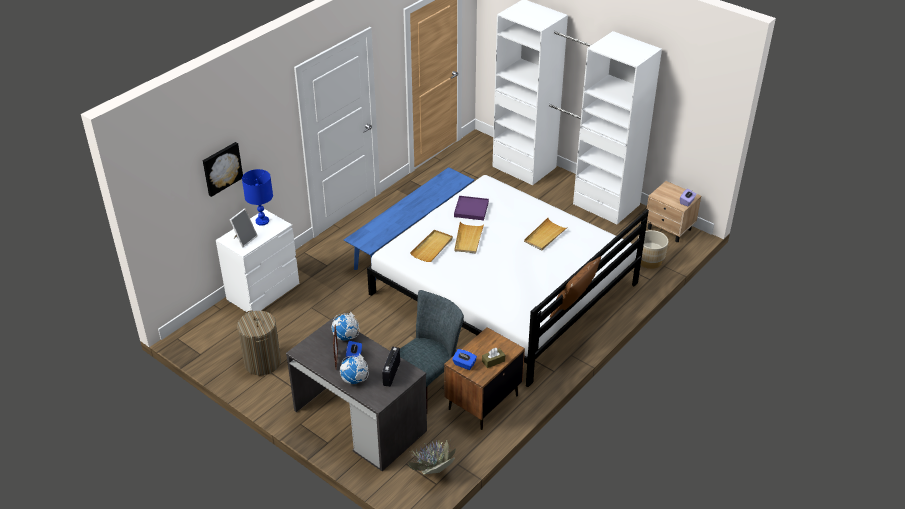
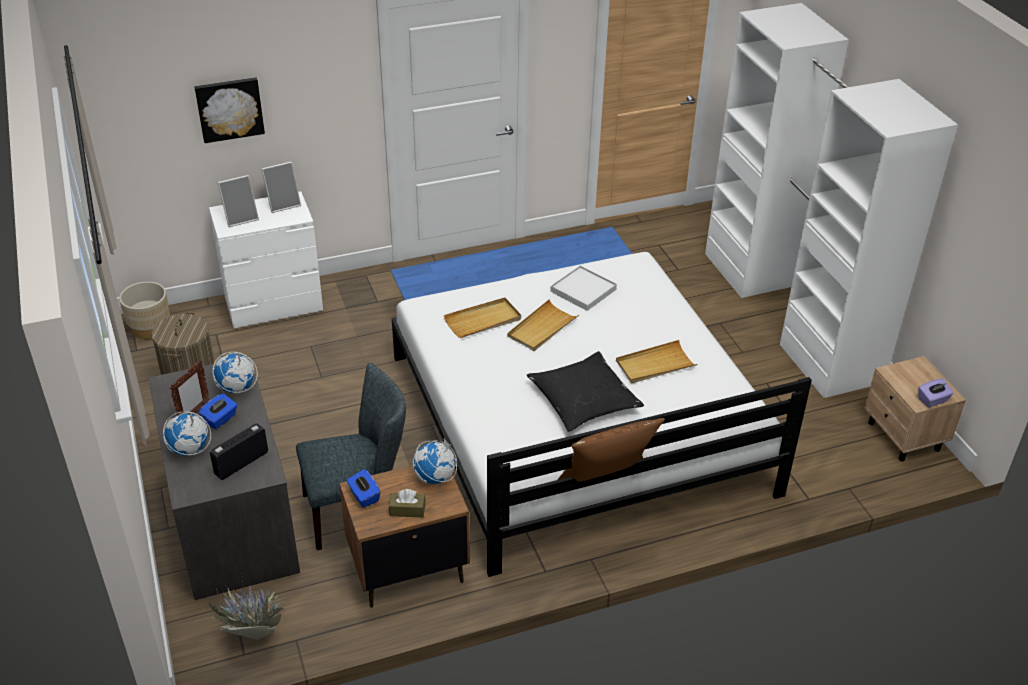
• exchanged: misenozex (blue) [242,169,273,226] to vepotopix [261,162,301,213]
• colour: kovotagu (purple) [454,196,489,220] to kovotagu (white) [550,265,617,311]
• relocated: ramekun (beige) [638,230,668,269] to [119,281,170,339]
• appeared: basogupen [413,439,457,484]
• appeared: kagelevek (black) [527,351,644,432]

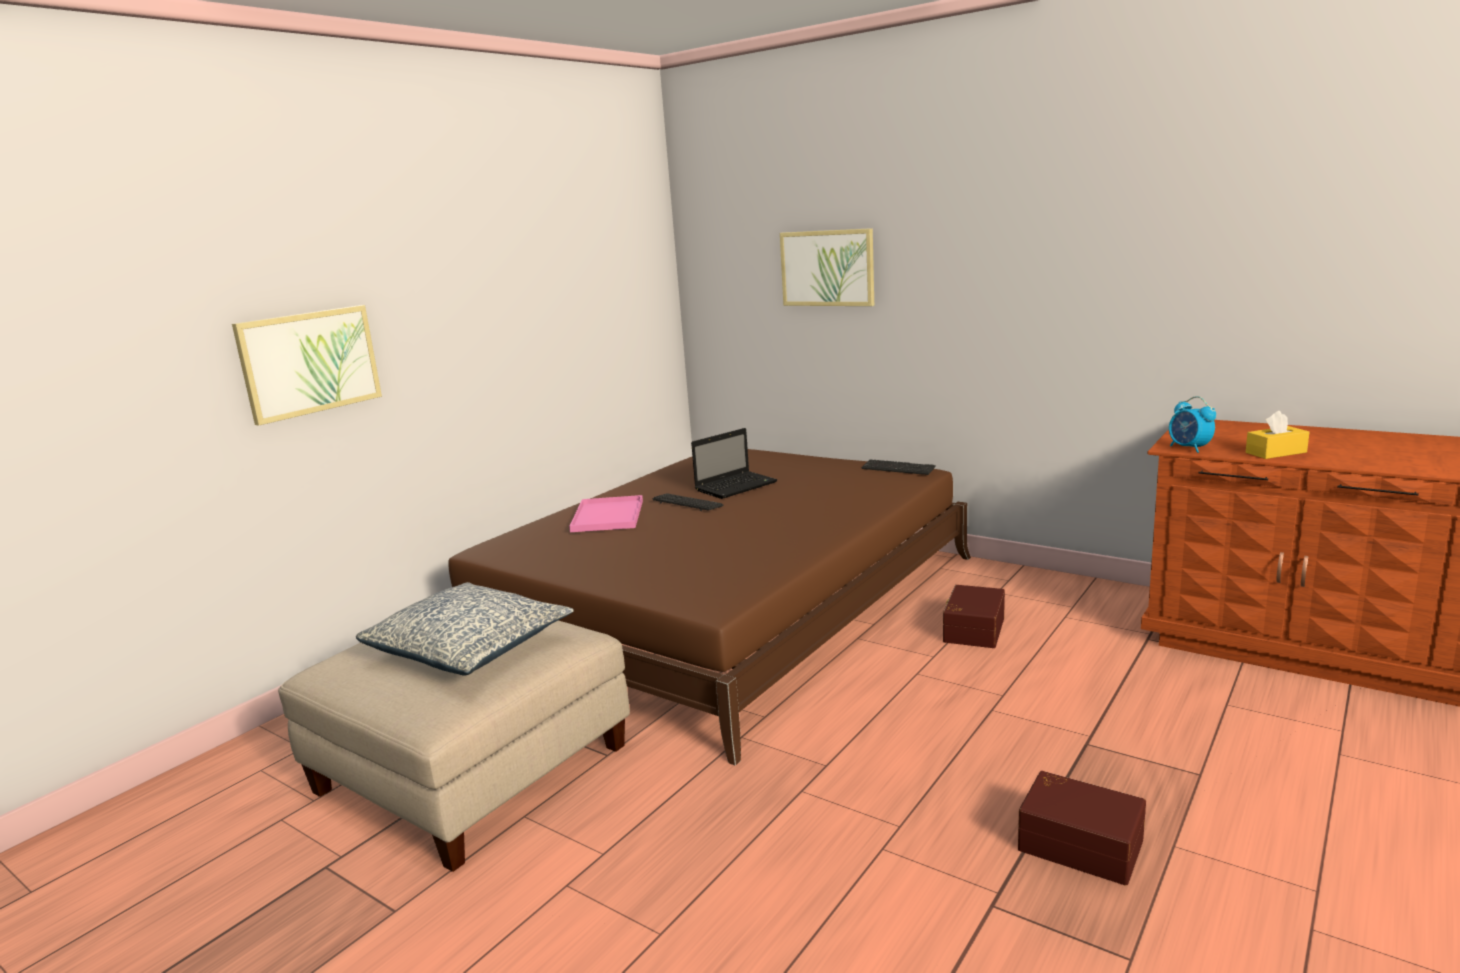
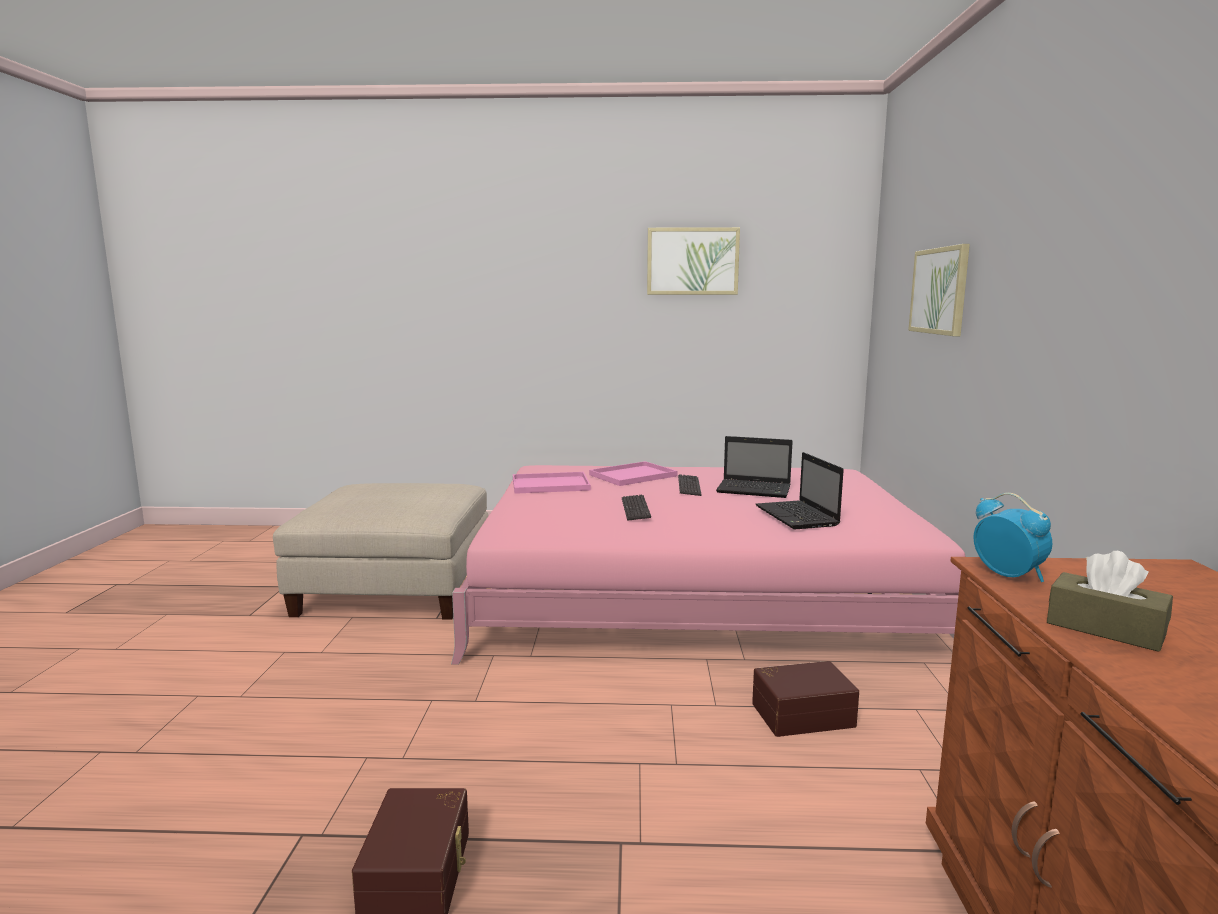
• relocated: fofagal [232,305,382,426] to [647,227,740,295]
• missing: kagelevek [356,582,574,676]
• colour: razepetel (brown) [448,449,971,765] to razepetel (pink) [451,465,965,665]
• relocated: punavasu [862,459,936,475] to [622,494,651,520]
• spun: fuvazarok [1169,396,1216,453] = [973,493,1052,582] 120 degrees clockwise
• colour: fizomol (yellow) [1245,411,1309,459] to fizomol (brown) [1047,551,1173,652]
• appeared: kovotagu (pink) [513,472,591,494]
• appeared: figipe [755,452,844,529]

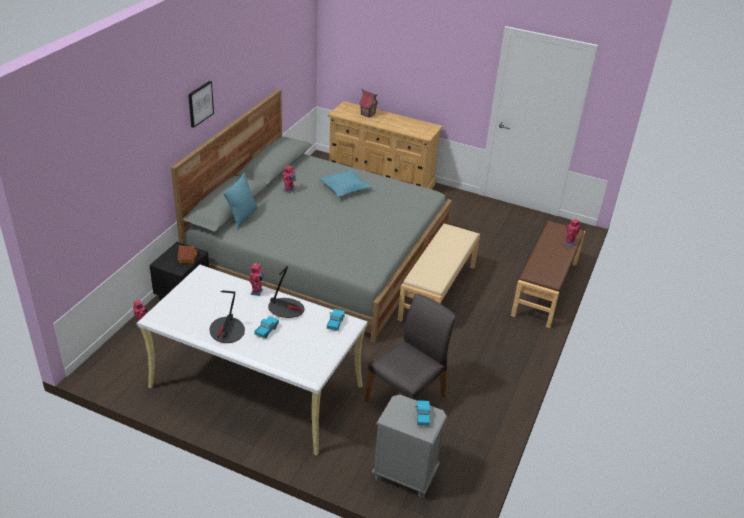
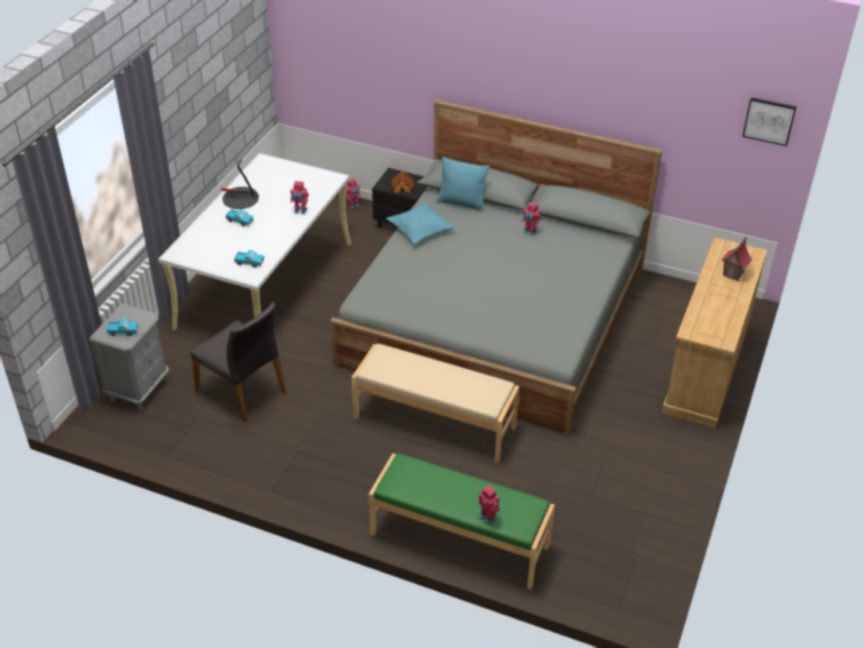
• relocated: fofagal [188,81,214,128] to [742,97,796,146]
• missing: misenozex [268,266,304,318]
• relocated: kagelevek (turquoise) [319,169,372,197] to [386,202,455,245]
• colour: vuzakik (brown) [511,221,585,328] to vuzakik (green) [369,453,555,590]

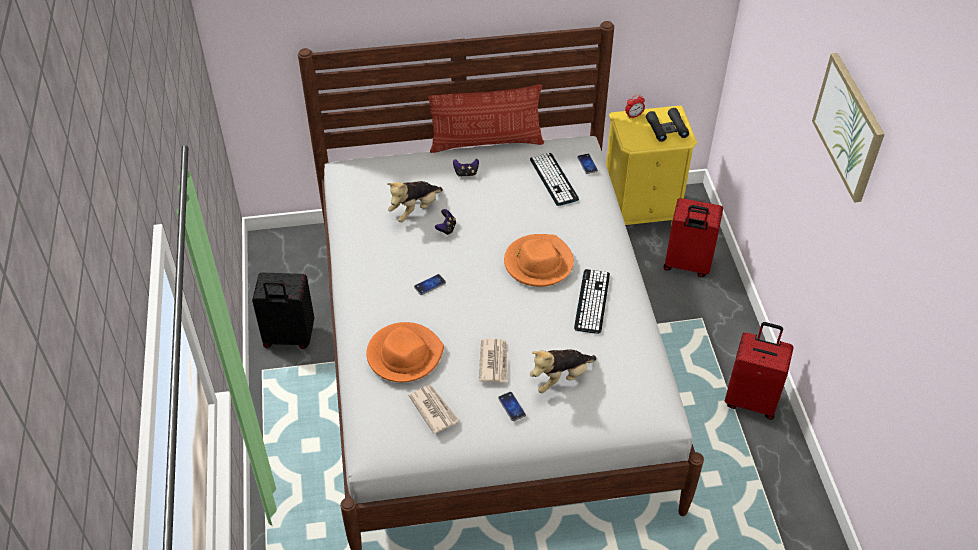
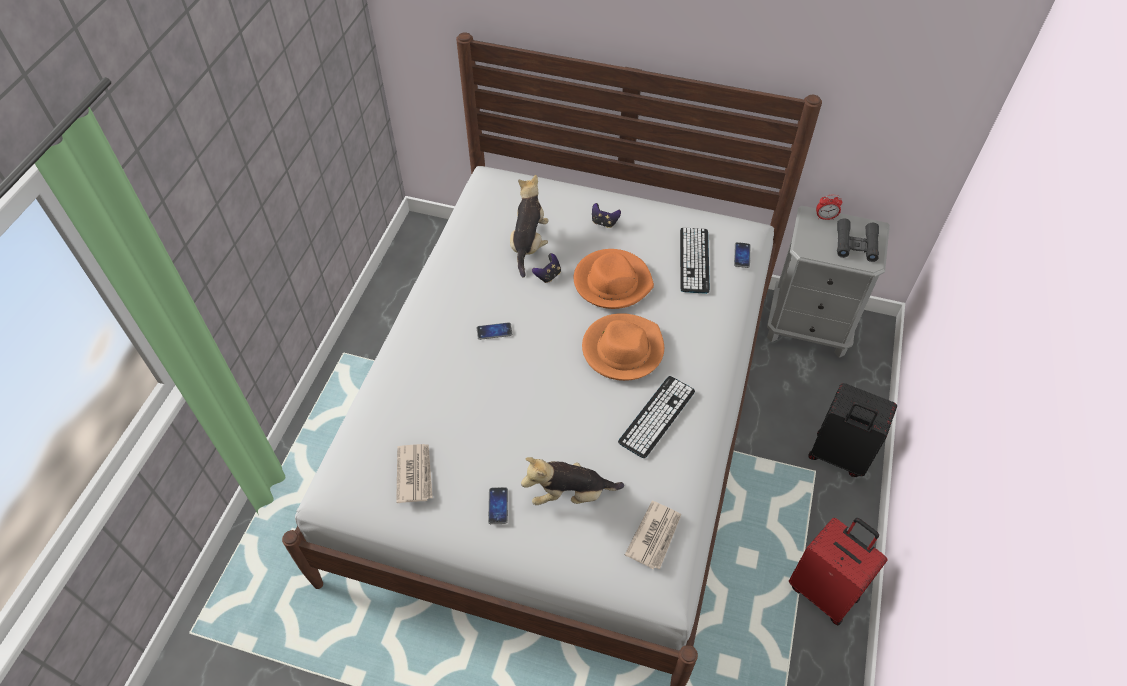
• relocated: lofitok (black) [252,272,314,349] to [808,383,897,477]
• relocated: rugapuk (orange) [366,322,444,382] to [574,249,654,309]
• spun: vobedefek [387,181,443,222] = [510,175,549,278] 120 degrees clockwise
• missing: kagelevek [428,84,544,153]
• relocated: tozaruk [479,339,508,383] to [625,501,681,570]
• colour: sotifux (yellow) [606,106,697,226] to sotifux (grey) [767,206,890,358]
• missing: lofitok (red) [664,198,723,277]
• missing: fofagal [812,53,885,203]

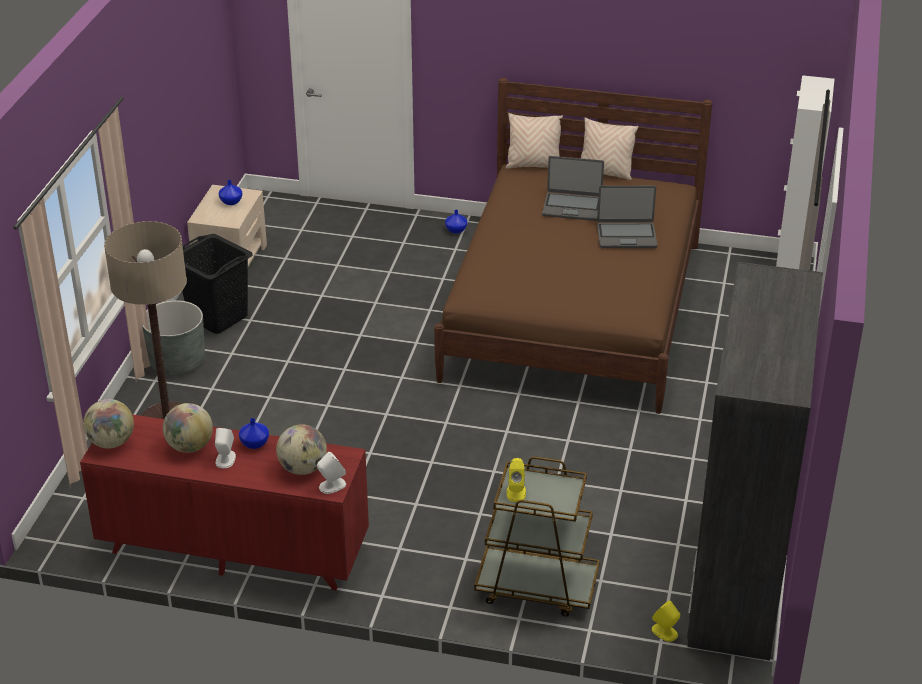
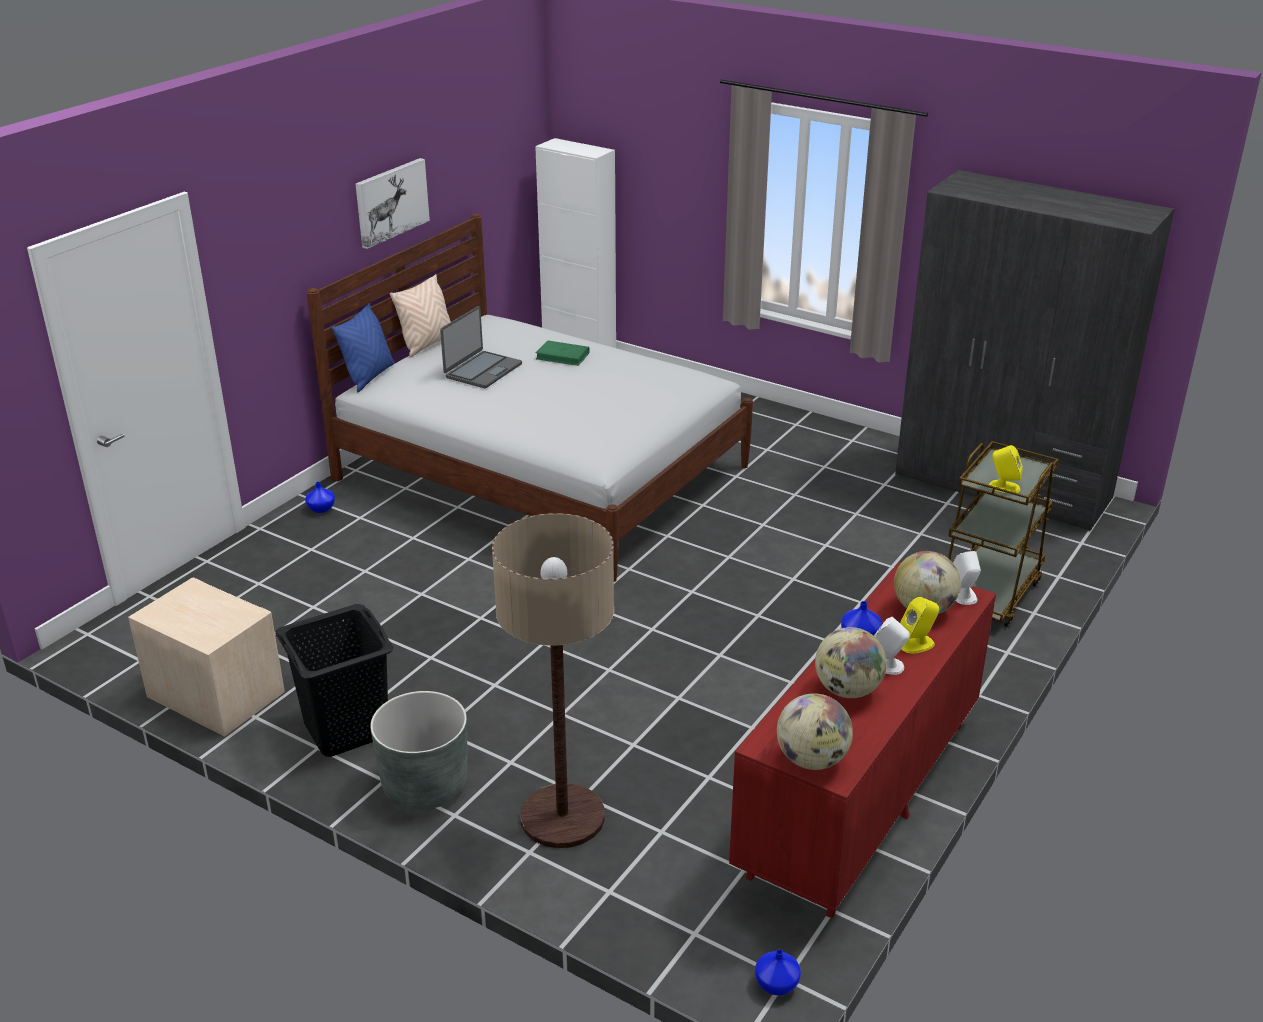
• relocated: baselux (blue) [219,180,242,205] to [755,949,801,996]
• colour: razepetel (brown) [434,78,712,414] to razepetel (white) [307,213,753,582]
• colour: kagelevek (beige) [505,113,563,169] to kagelevek (blue) [332,303,394,392]
• exchanged: figipe [597,186,657,248] to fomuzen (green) [536,340,590,366]
• relocated: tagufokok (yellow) [652,601,680,642] to [900,597,939,654]
• appeared: fofagal [355,158,430,249]

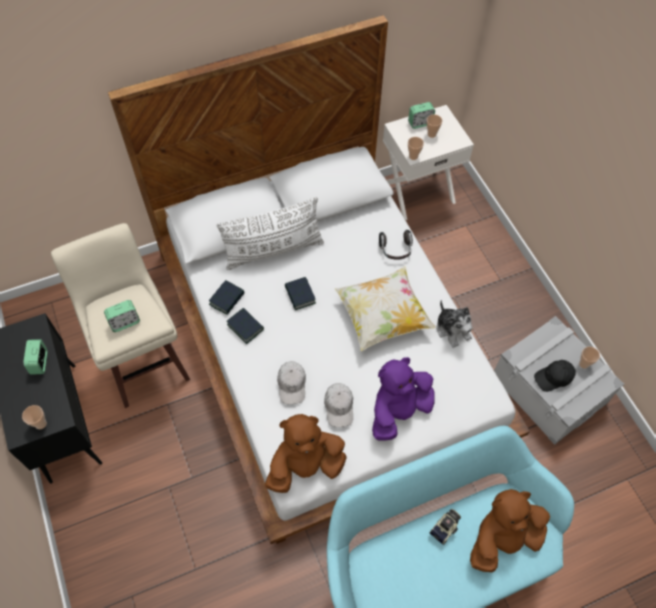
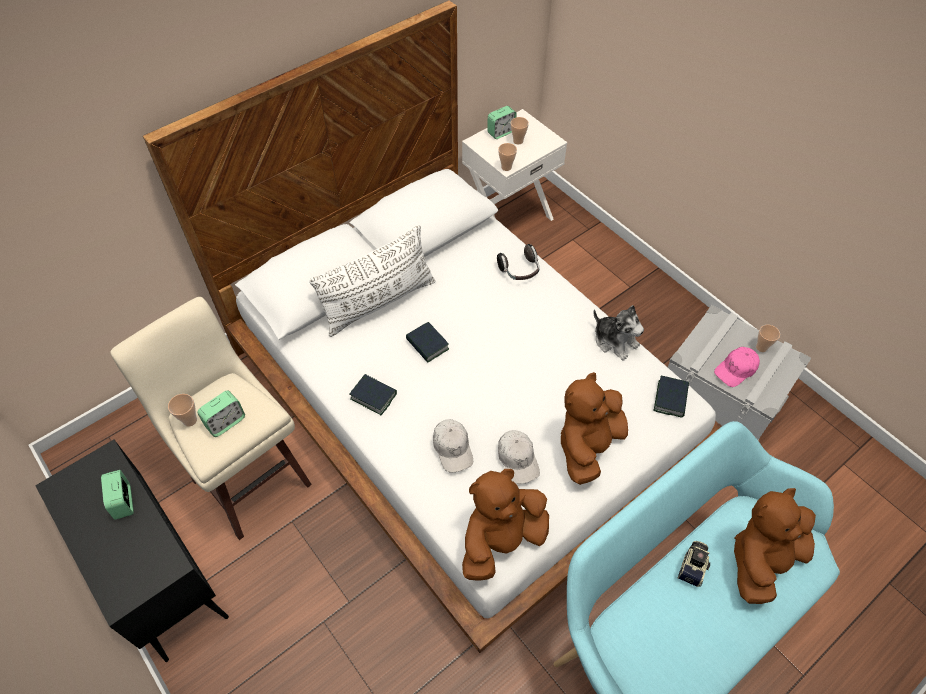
• relocated: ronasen [22,405,47,429] to [168,394,197,427]
• relocated: fomuzen [209,280,245,315] to [653,376,689,418]
• missing: kagelevek [335,266,436,351]
• colour: vobedefek (purple) [372,357,435,440] to vobedefek (brown) [561,372,628,485]
• colour: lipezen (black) [534,360,576,392] to lipezen (pink) [714,347,760,387]

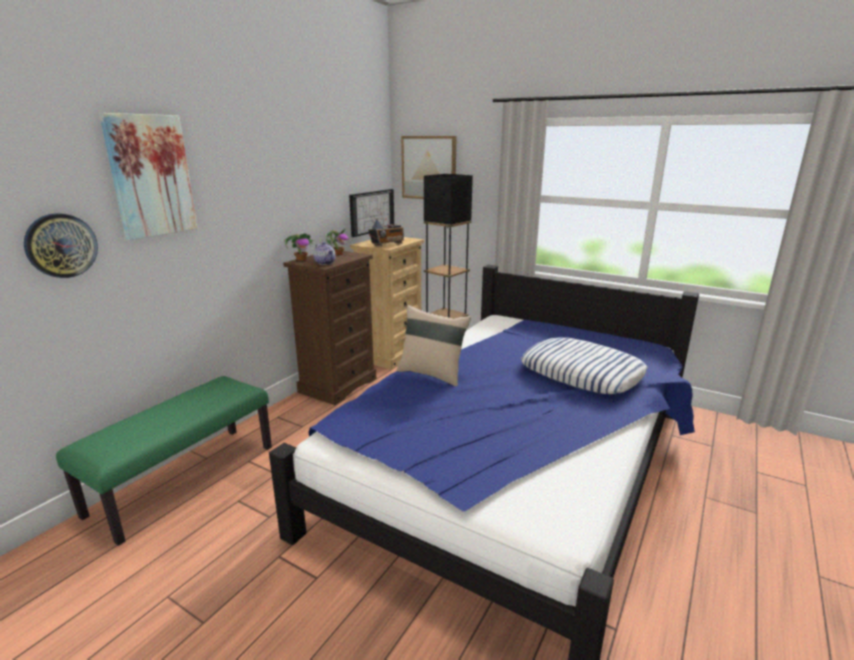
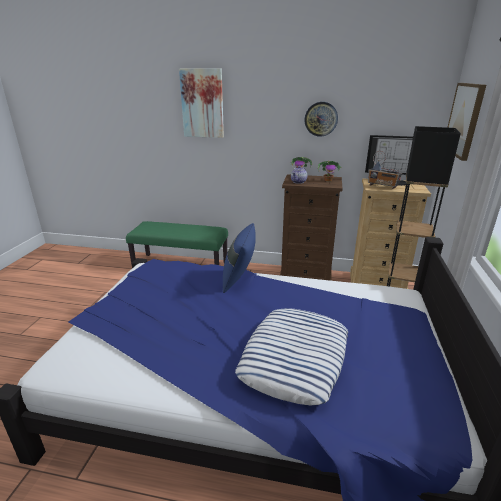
• relocated: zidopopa [24,213,98,278] to [305,102,338,137]
• colour: kagelevek (beige) [397,305,471,386] to kagelevek (blue) [223,223,256,293]

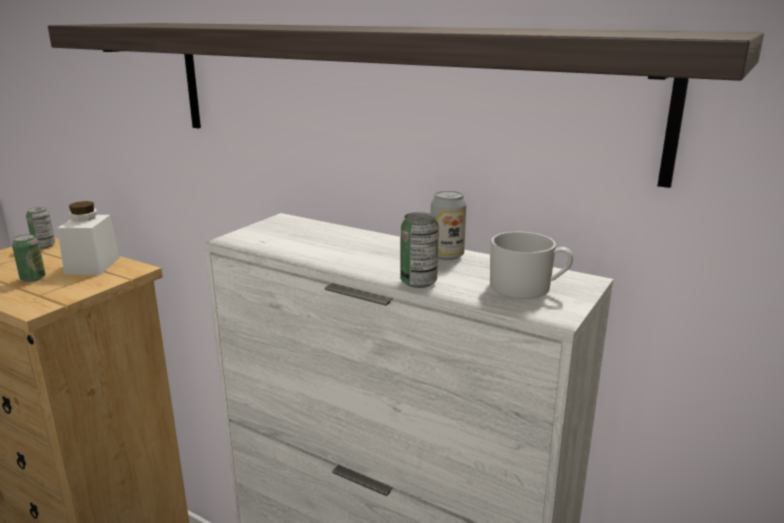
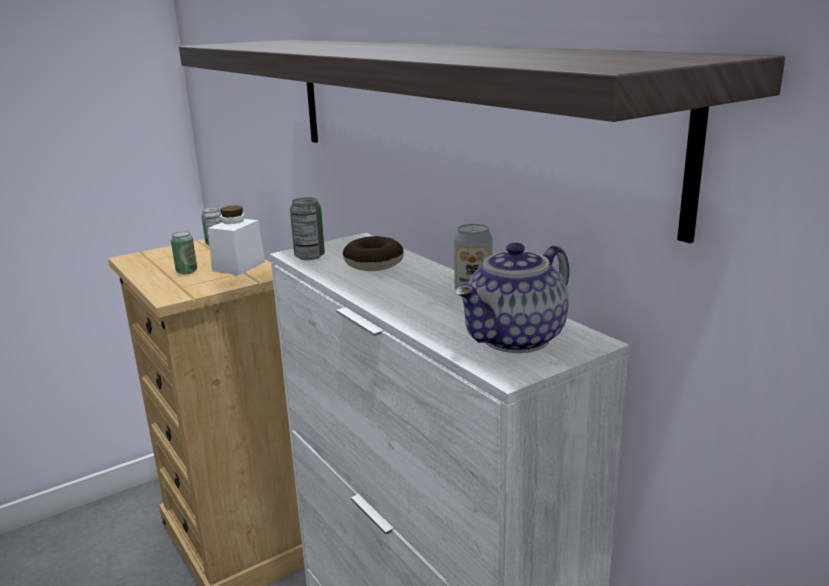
• relocated: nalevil [401,212,439,288] to [290,197,325,260]
• exchanged: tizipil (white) [490,232,573,299] to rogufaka [455,243,570,353]
• appeared: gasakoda [343,236,404,271]

